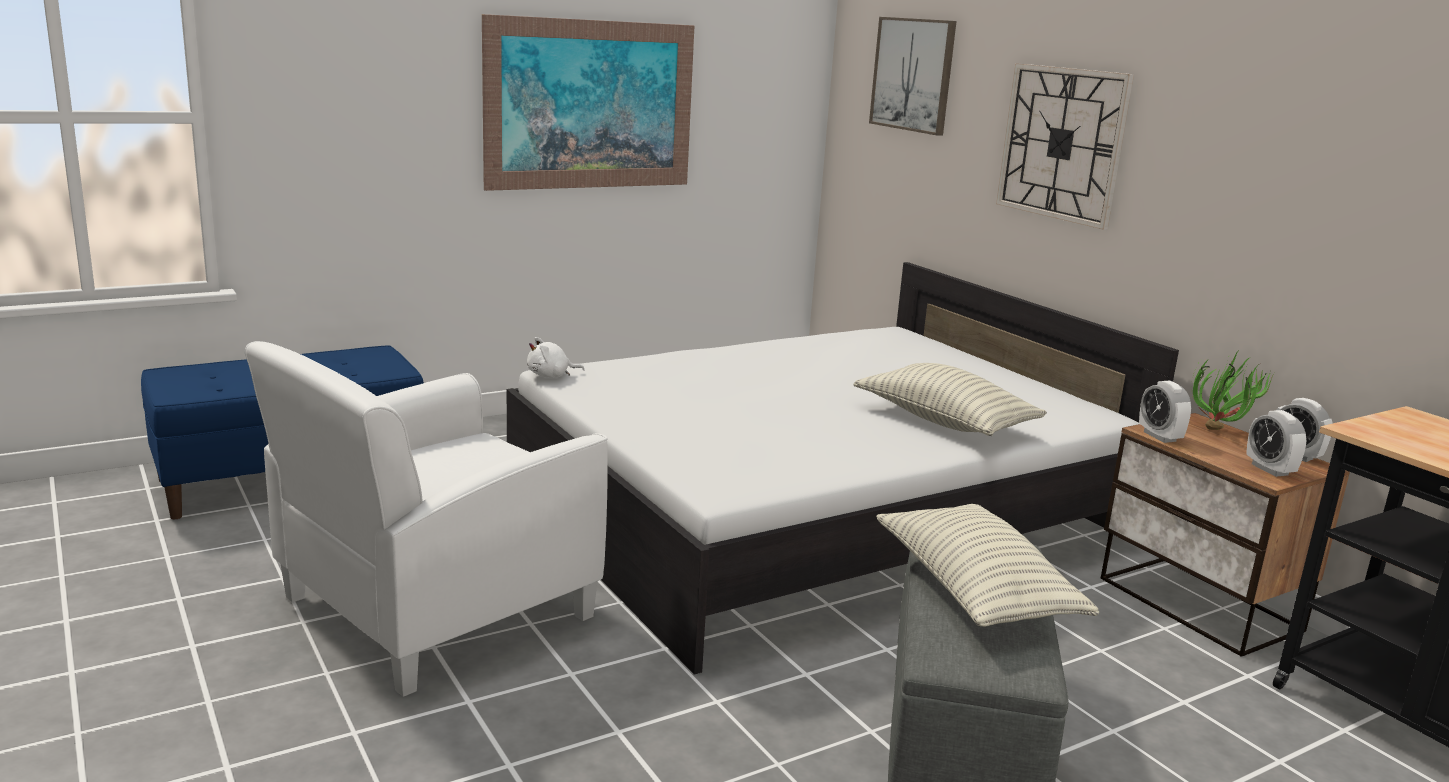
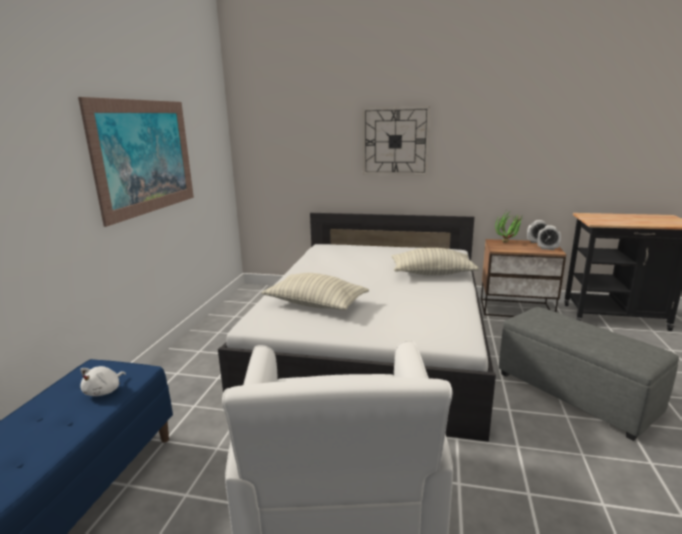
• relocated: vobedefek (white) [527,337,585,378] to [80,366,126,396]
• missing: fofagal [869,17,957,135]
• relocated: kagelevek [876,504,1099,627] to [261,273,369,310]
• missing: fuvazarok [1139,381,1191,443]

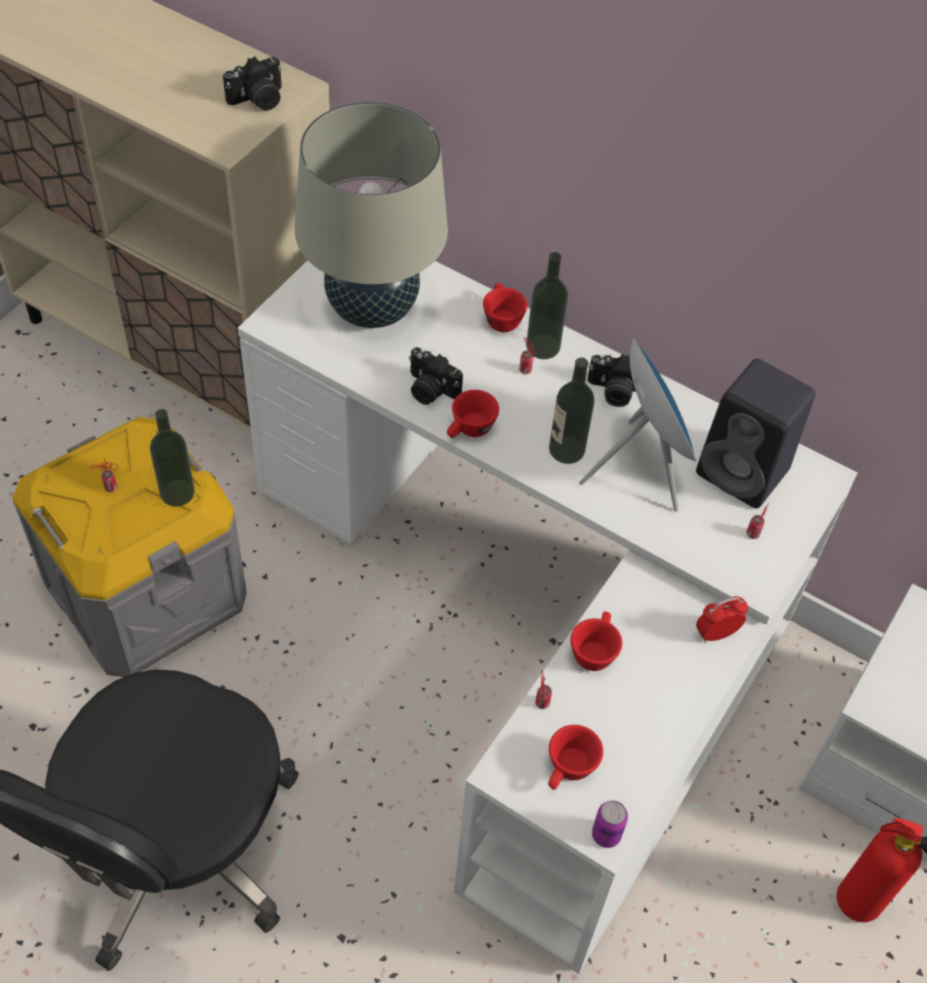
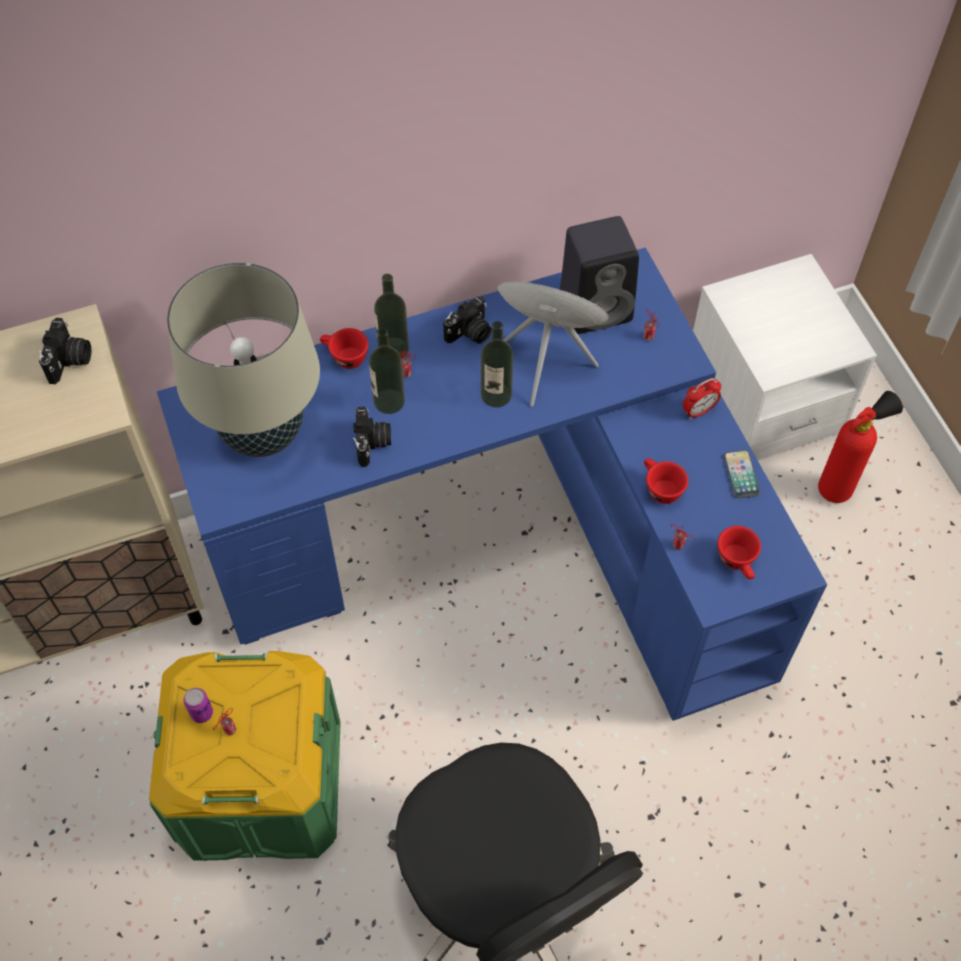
• colour: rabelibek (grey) [13,417,247,677] to rabelibek (green) [149,651,341,861]
• relocated: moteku [150,409,195,507] to [369,328,405,414]
• colour: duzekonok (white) [238,260,858,974] to duzekonok (blue) [157,247,827,721]
• spun: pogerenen [409,347,463,405] = [353,407,391,467] 75 degrees counterclockwise
• missing: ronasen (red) [447,390,499,438]
• relocated: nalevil [592,800,628,848] to [183,688,213,723]
• spun: fuvazarok [696,596,748,642] = [683,378,721,419] 135 degrees counterclockwise
• appeared: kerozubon [724,450,760,498]

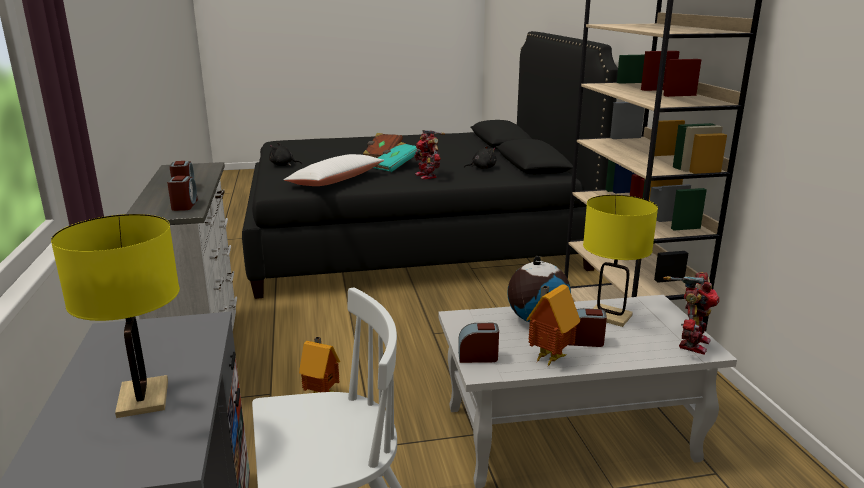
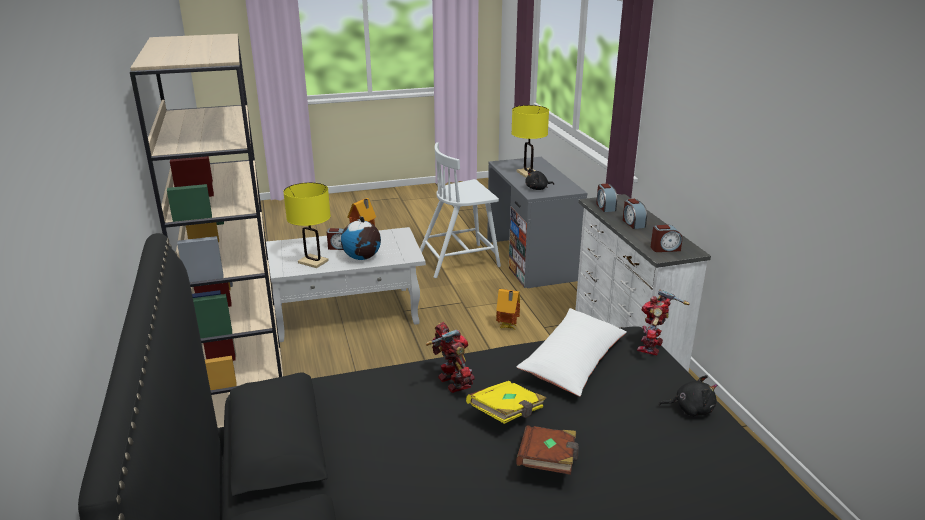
• colour: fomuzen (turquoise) [373,142,418,172] to fomuzen (yellow) [466,381,546,424]
• relocated: fuvazarok [458,323,499,363] to [651,225,682,252]
• relocated: vobedefek (black) [464,145,496,169] to [525,168,554,190]
• relocated: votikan [663,272,719,355] to [637,290,690,356]

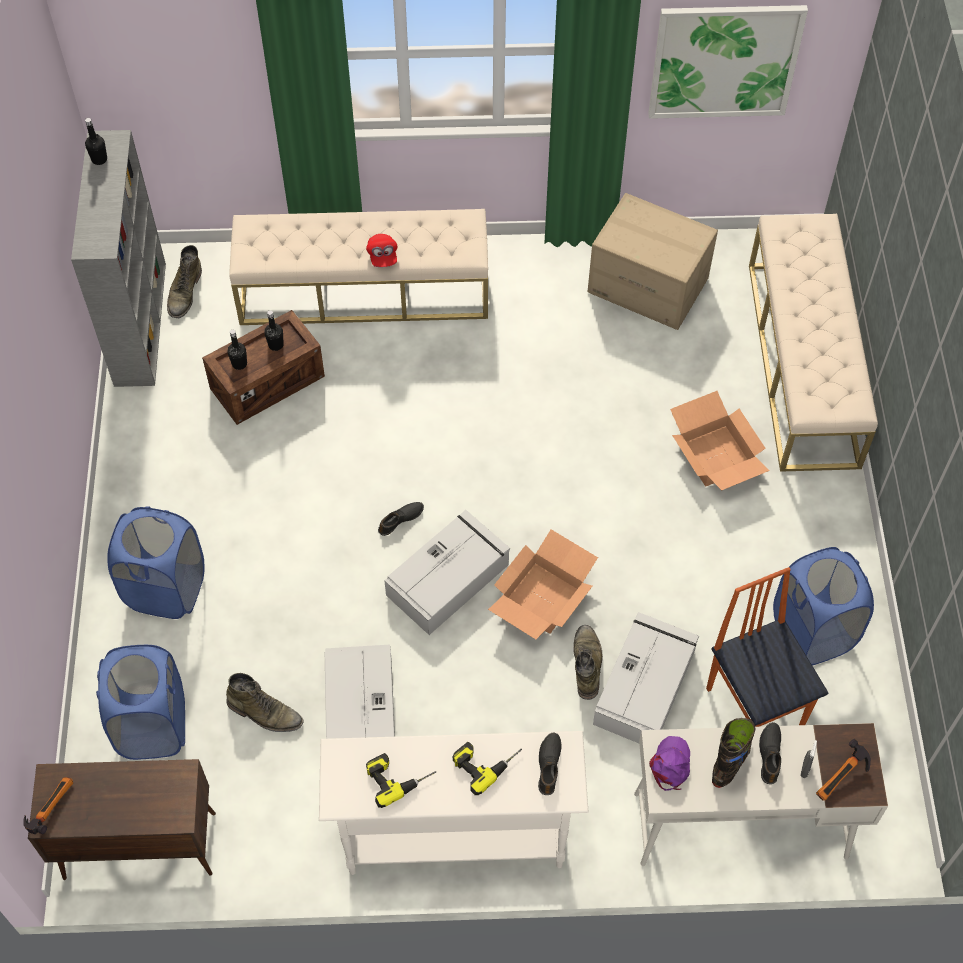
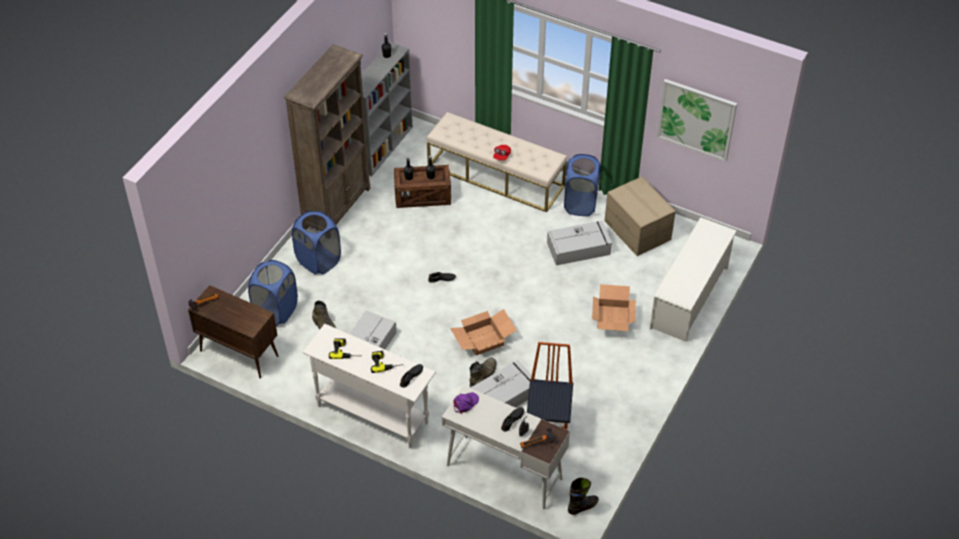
• missing: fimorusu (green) [167,245,202,318]
• relocated: rabelibek (grey) [384,510,510,635] to [547,221,612,266]
• relocated: fimorusu (black) [712,718,756,788] to [568,478,599,515]
• exchanged: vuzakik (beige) [749,214,878,471] to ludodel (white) [650,217,737,342]
• relocated: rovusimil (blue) [773,547,874,665] to [564,154,601,216]
• appeared: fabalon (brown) [284,44,371,225]

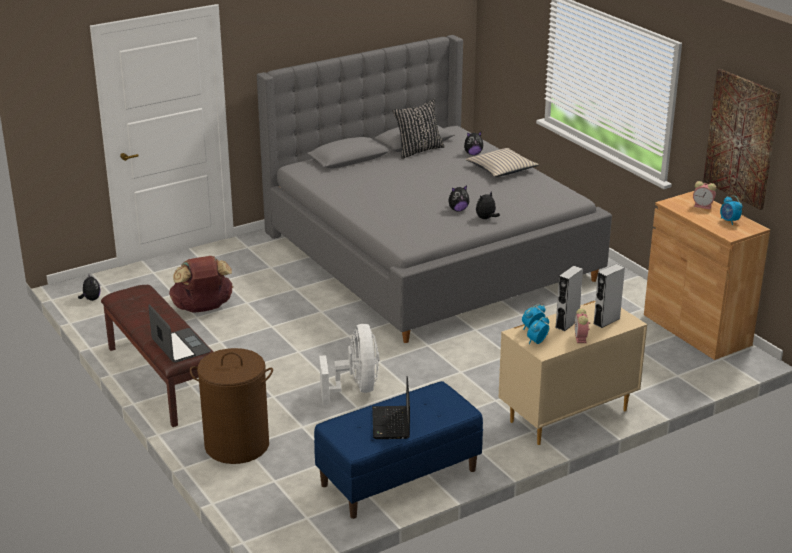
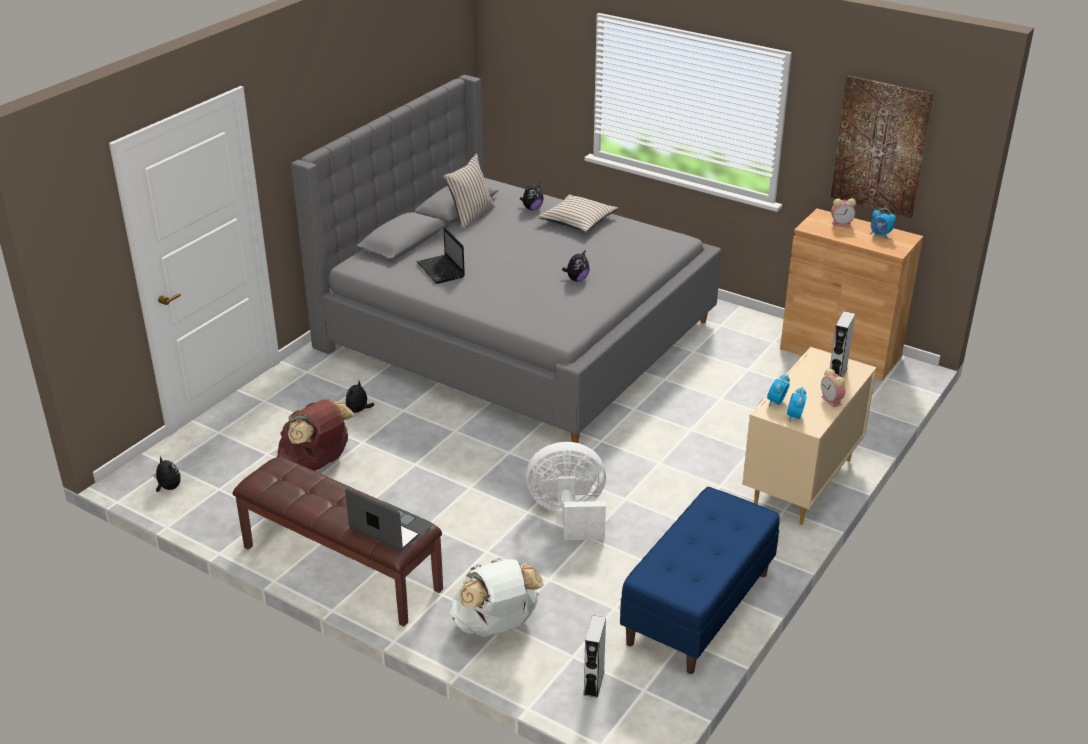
• exchanged: rovusimil (brown) [190,348,273,464] to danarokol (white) [450,558,543,637]
• spun: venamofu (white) [319,324,379,405] = [525,442,606,540] 60 degrees counterclockwise
• relocated: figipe [372,376,410,439] to [416,226,465,284]
• colour: kagelevek (black) [392,99,445,159] to kagelevek (beige) [443,154,495,230]
• relocated: vobedefek [476,191,500,219] to [346,381,374,413]
• relocated: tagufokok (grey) [555,266,583,331] to [583,615,606,698]

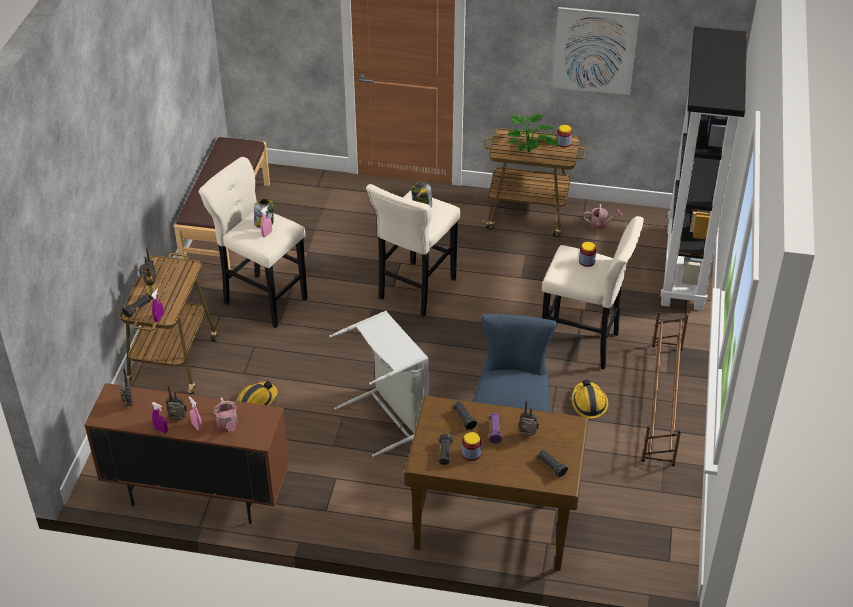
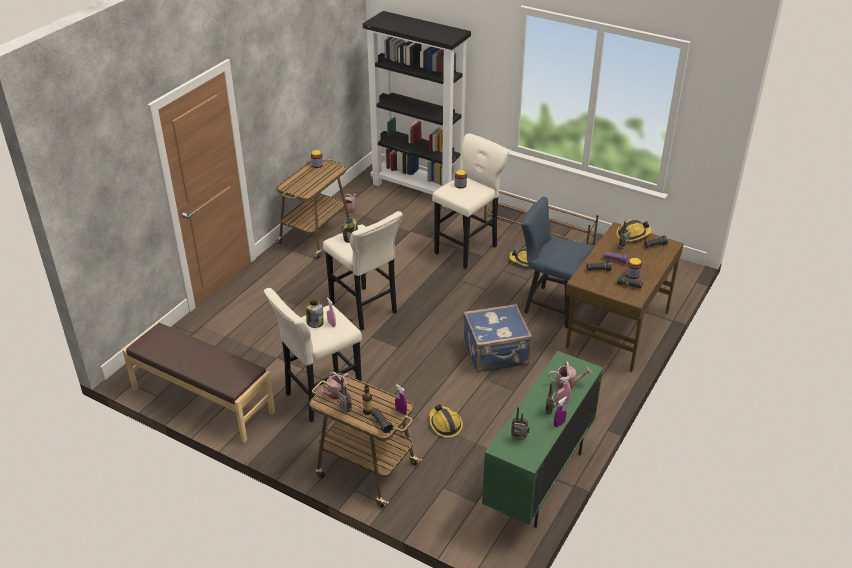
• colour: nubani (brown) [84,383,289,524] to nubani (green) [482,351,603,528]
• exchanged: rovusimil (grey) [329,311,429,457] to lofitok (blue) [464,304,532,373]
• missing: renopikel [507,114,559,152]
• missing: fofagal [552,7,639,95]
• appeared: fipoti [316,372,350,400]
• appeared: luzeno [617,219,652,241]

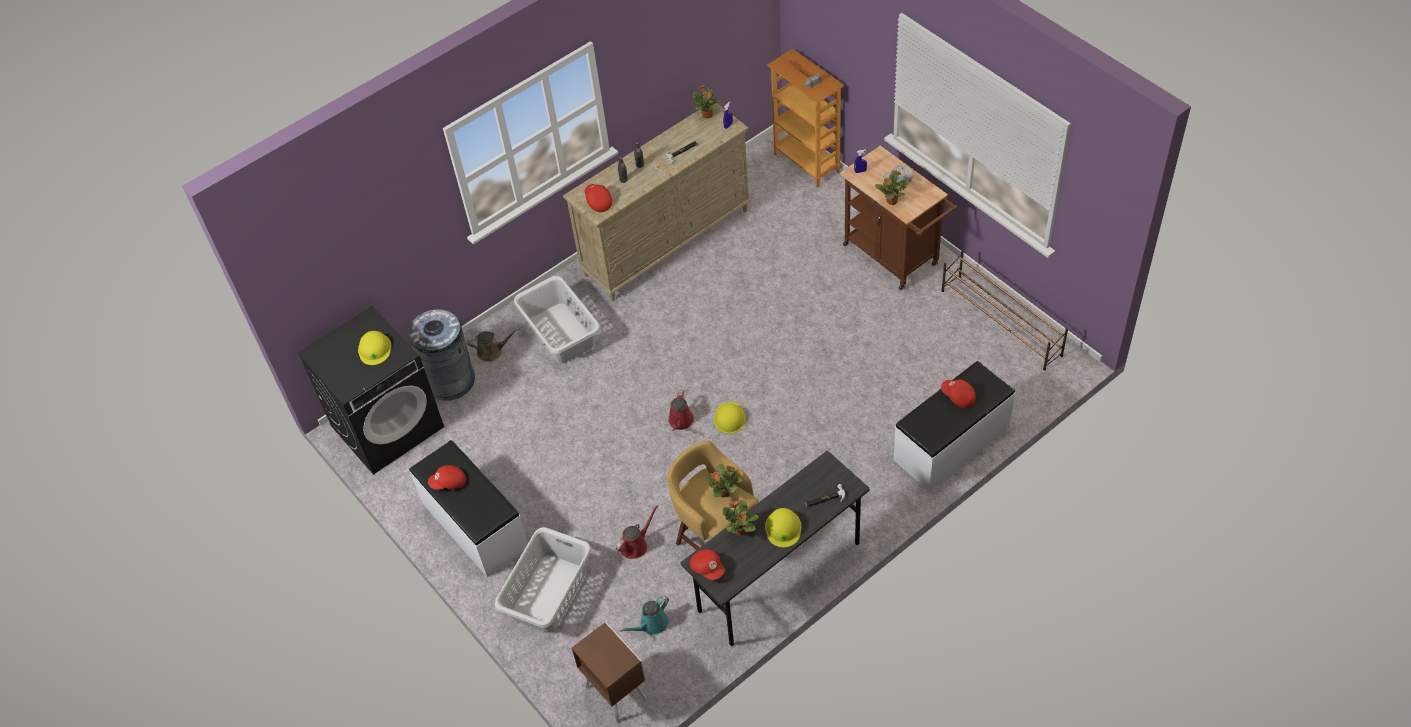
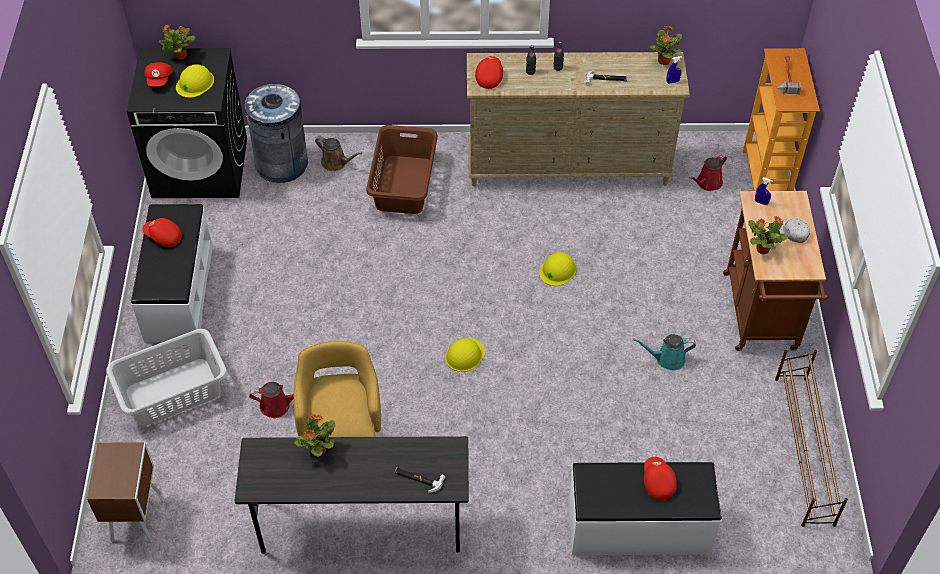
• colour: rovusimil (grey) [514,276,601,364] to rovusimil (brown) [366,125,438,214]
• relocated: fipoti (turquoise) [620,596,669,635] to [633,334,696,371]
• relocated: fipoti (red) [668,391,694,431] to [689,154,727,191]
• relocated: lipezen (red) [690,549,725,580] to [144,62,173,87]
• relocated: renopikel [704,464,743,498] to [159,24,196,60]
• relocated: luzeno (yellow) [765,508,802,548] to [539,252,577,286]

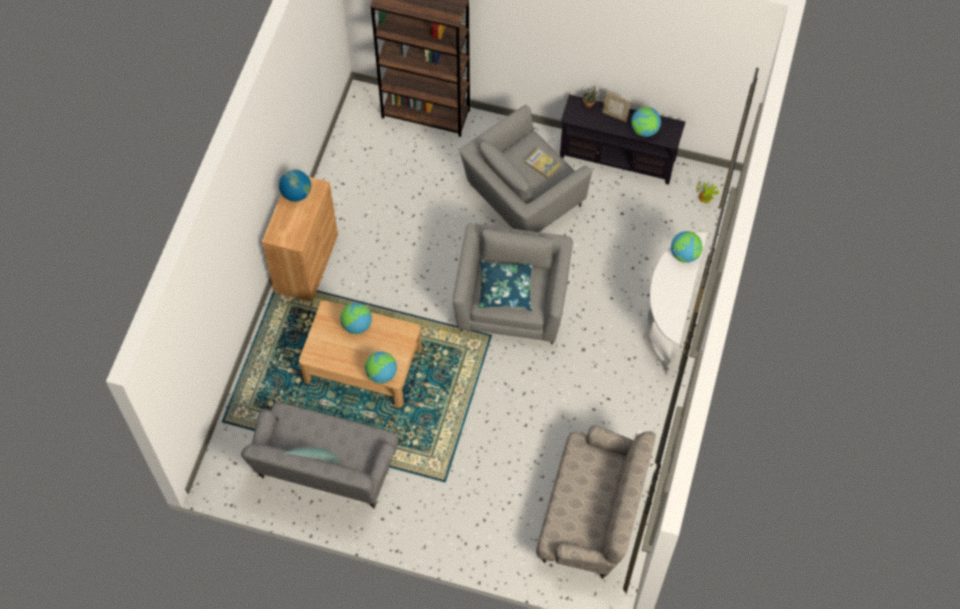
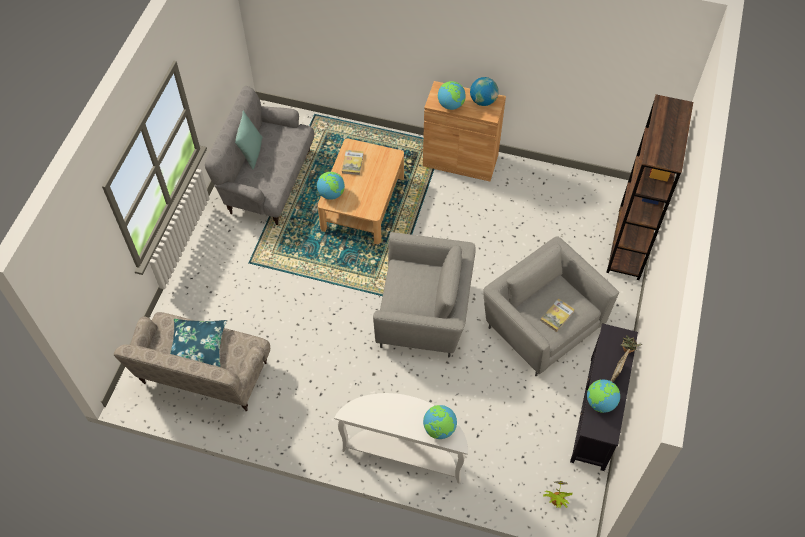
• relocated: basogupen [340,303,372,334] to [438,81,466,110]
• relocated: kagelevek (blue) [478,260,533,311] to [170,319,227,367]
• appeared: fomuzen [342,150,364,175]

